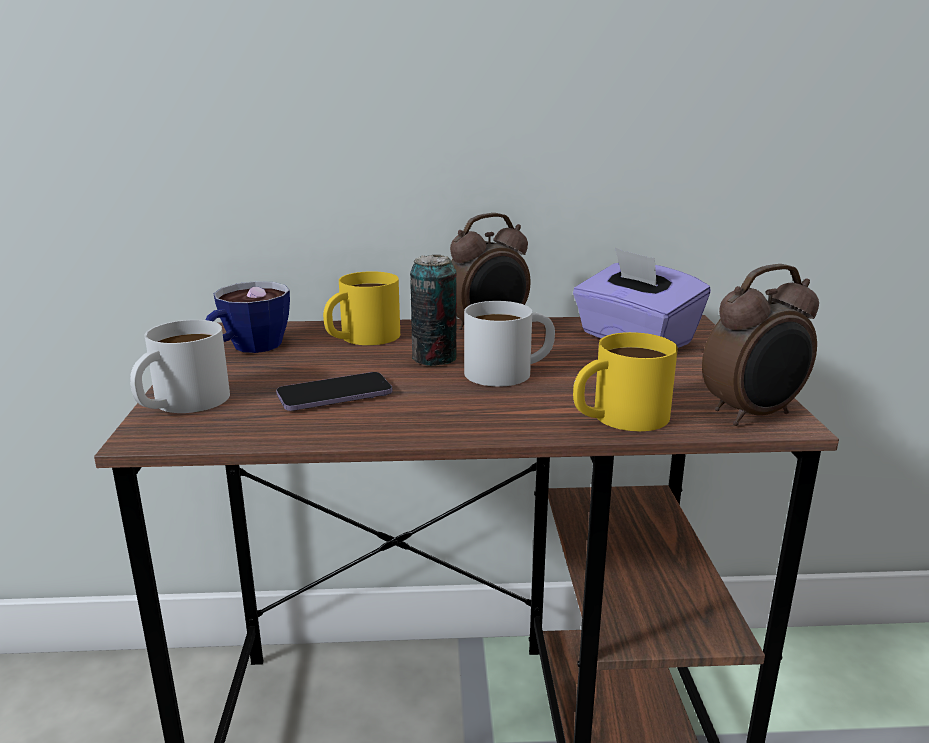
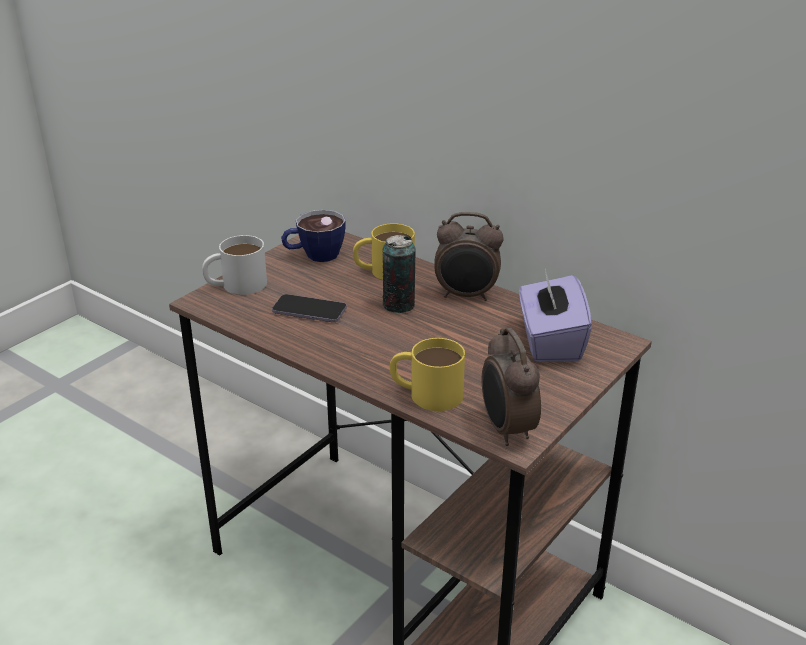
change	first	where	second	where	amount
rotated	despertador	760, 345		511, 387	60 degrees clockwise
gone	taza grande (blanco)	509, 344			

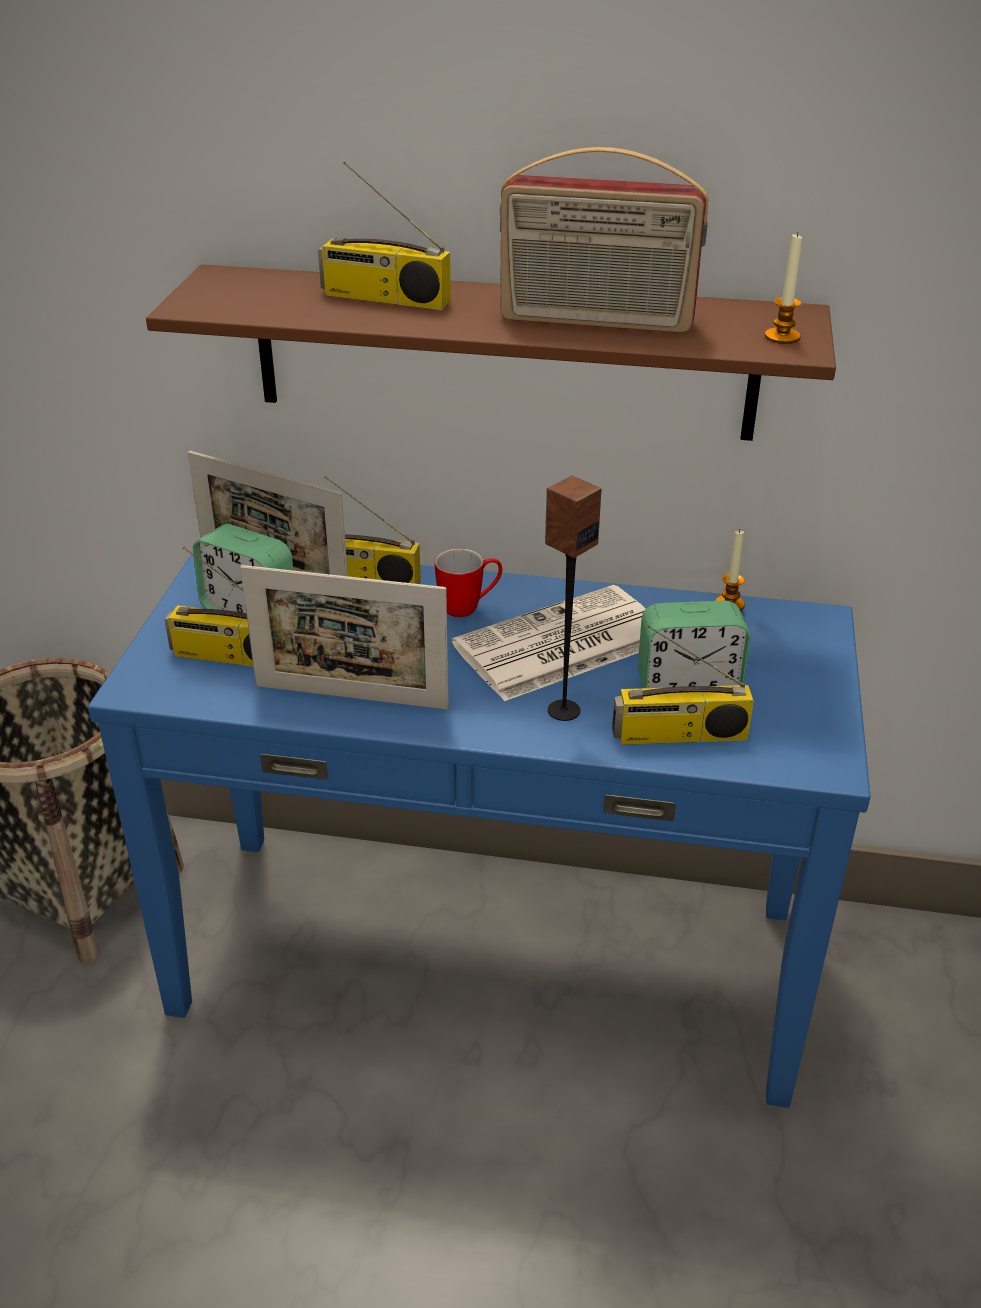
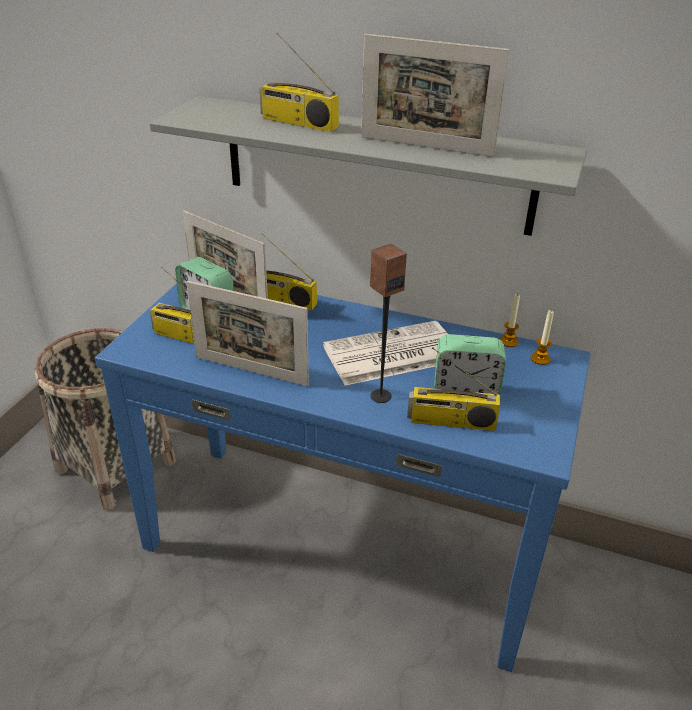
change	first	where	second	where	amount
repainted	estante (marrón)	491, 352	estante (gris)	368, 166	
swapped	radio	604, 240	portarretratos	435, 95	
shifted	vela	783, 288		542, 337	
gone	taza grande	468, 582			

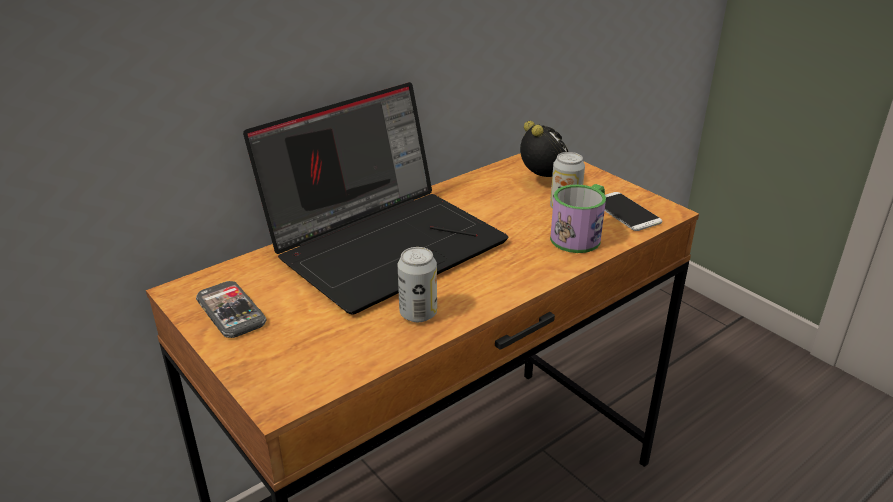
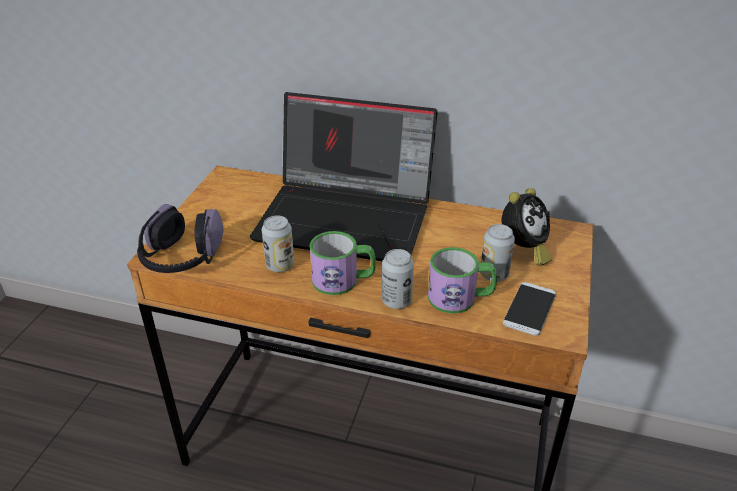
change	first	where	second	where	amount
new			auriculares	180, 238	
new			taza grande	343, 263	
new			lata	398, 279	
gone	móvil	231, 309			

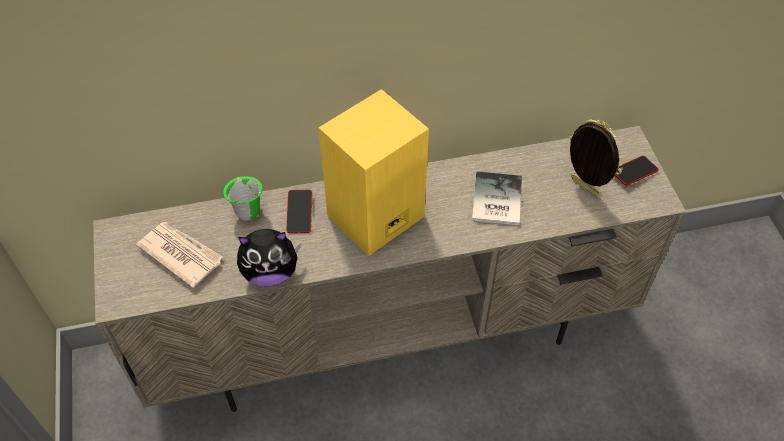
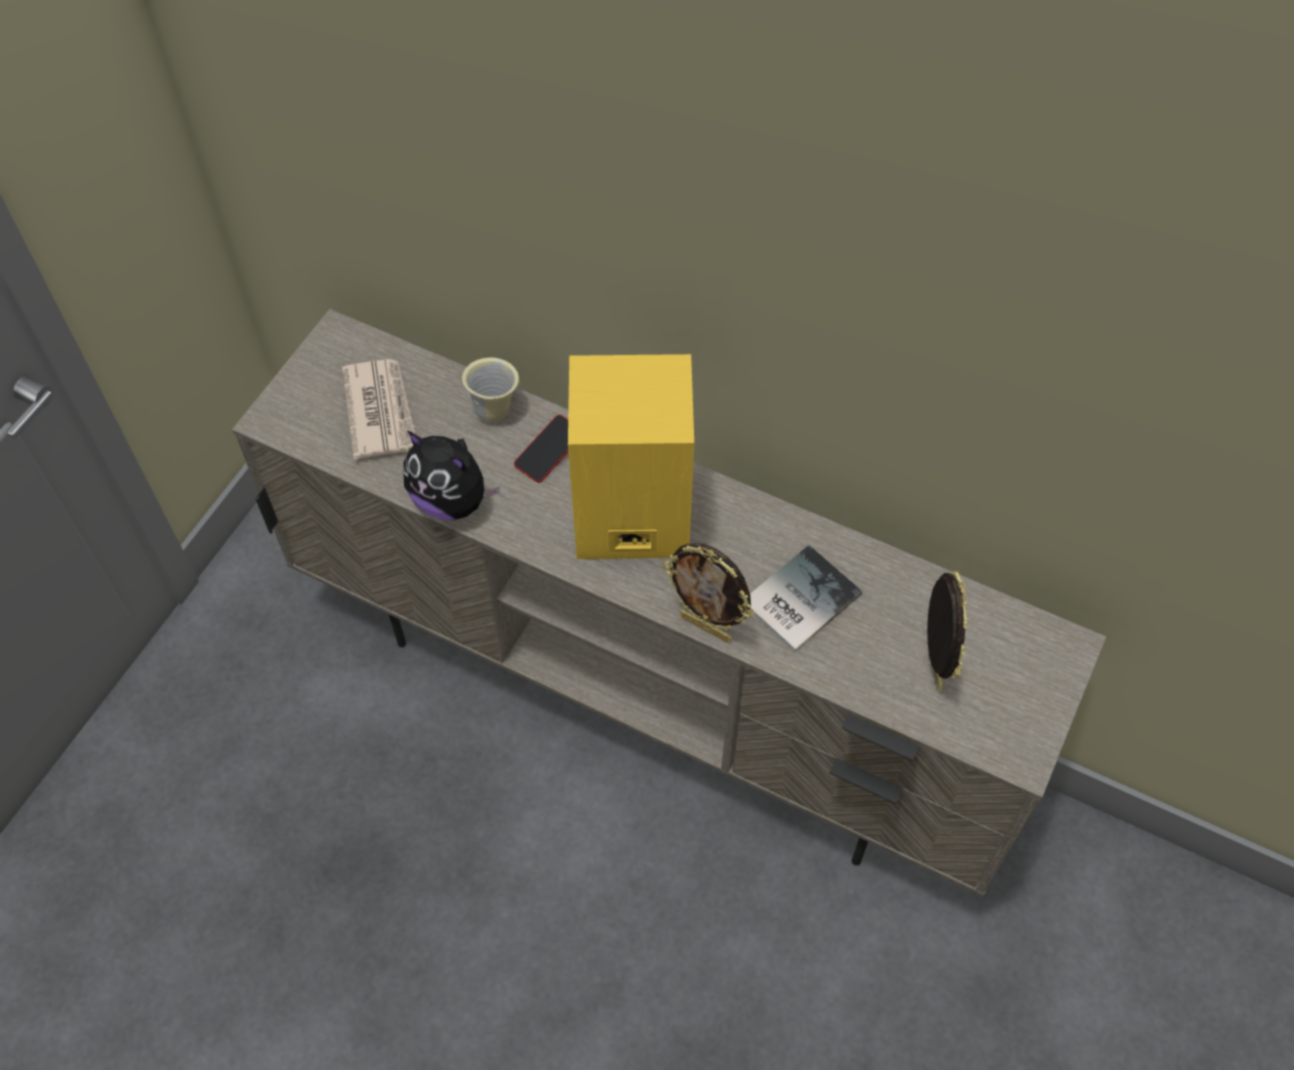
change	first	where	second	where	amount
repainted	taza grande (verde)	243, 198	taza grande (beis)	491, 390	
new			portarretratos	708, 592	
gone	móvil	637, 171			

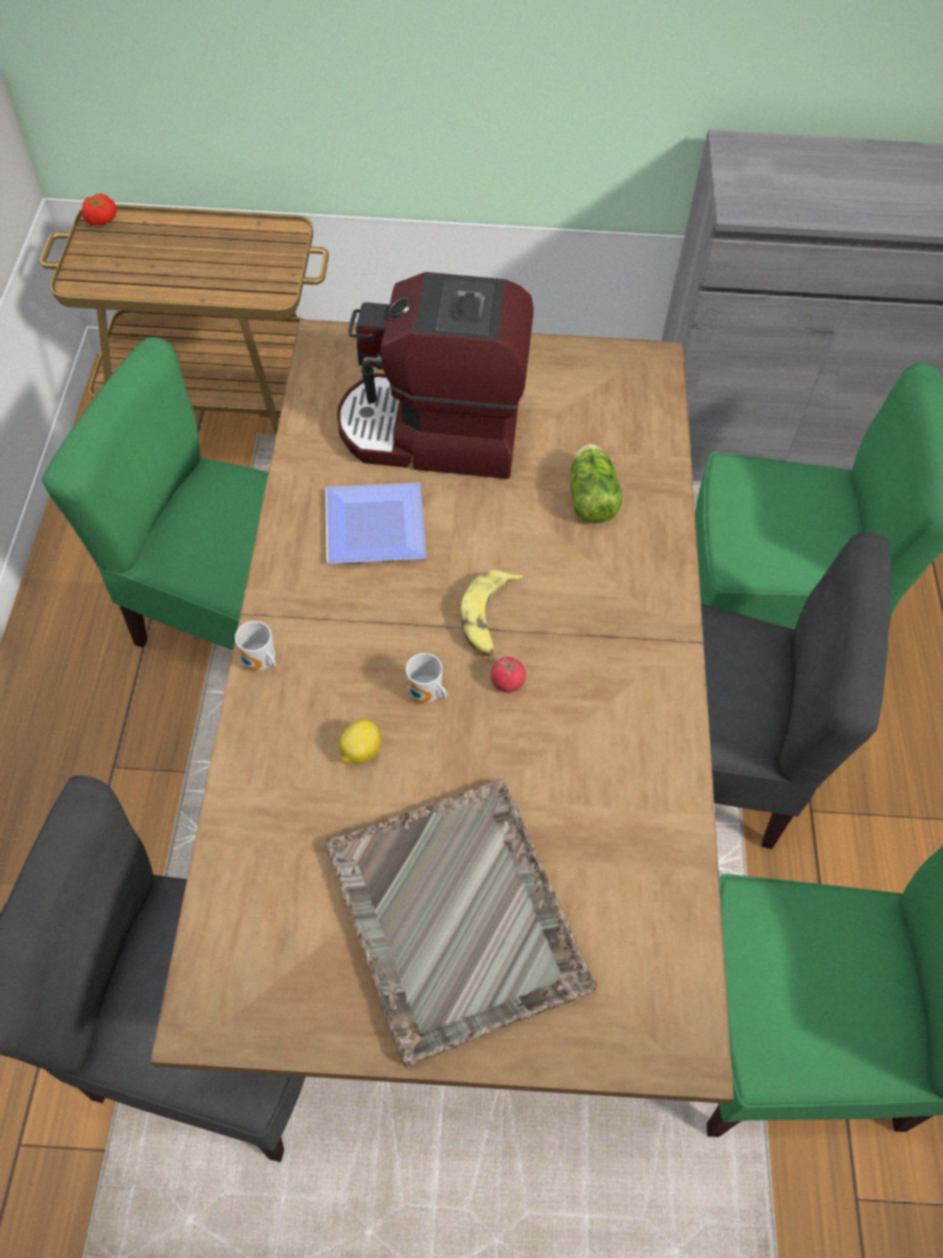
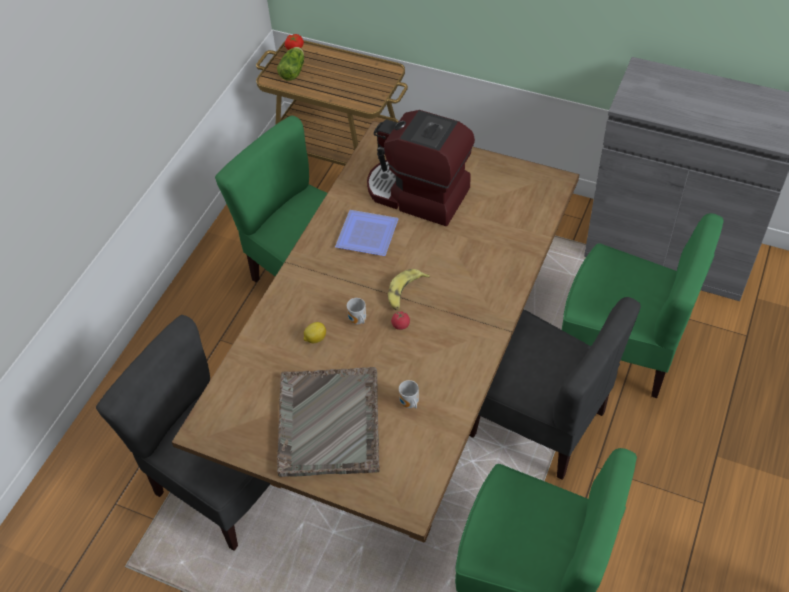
change	first	where	second	where	amount
shifted	lechuga	596, 484		290, 64	
shifted	taza grande	255, 646		409, 394	

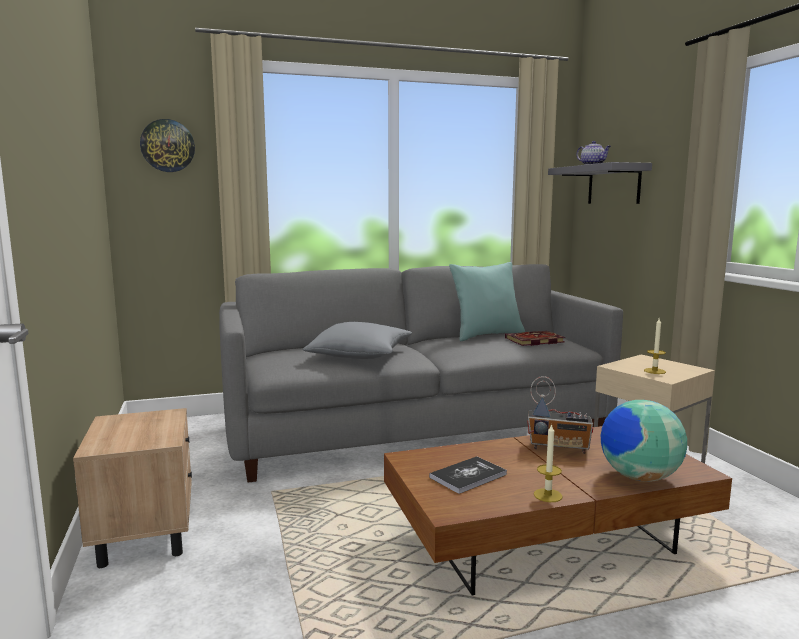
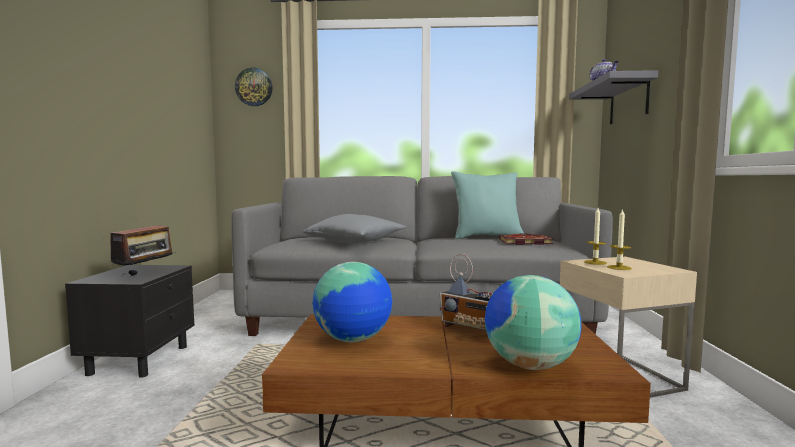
change	first	where	second	where	amount
repainted	mesita de noche (beis)	132, 488	mesita de noche (negro)	130, 321	
new			radio	139, 246	
swapped	libro	468, 475	globo terráqueo	352, 302	
shifted	vela	548, 462		595, 236	

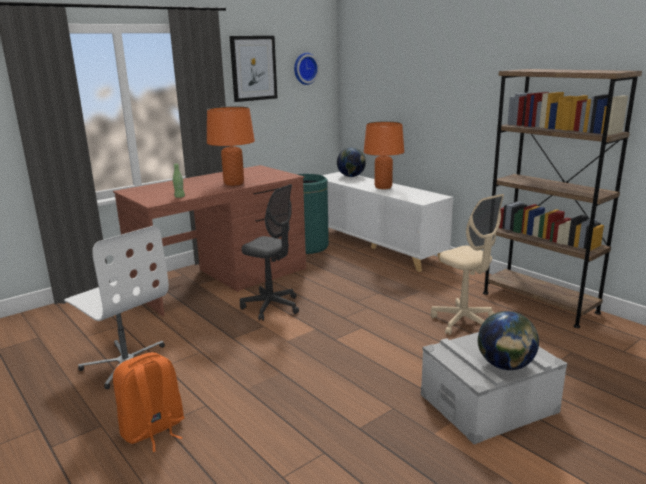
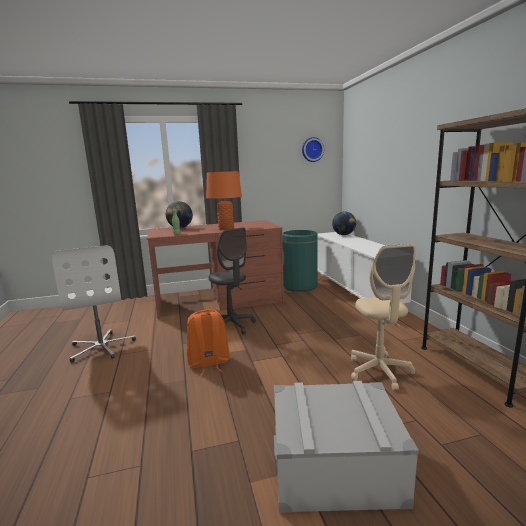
change	first	where	second	where	amount
shifted	globo terráqueo	508, 340		179, 214	
shifted	mochila (naranja)	149, 402		208, 342	
gone	cuadro	253, 69			
gone	lámpara de mesa (naranja)	384, 155			

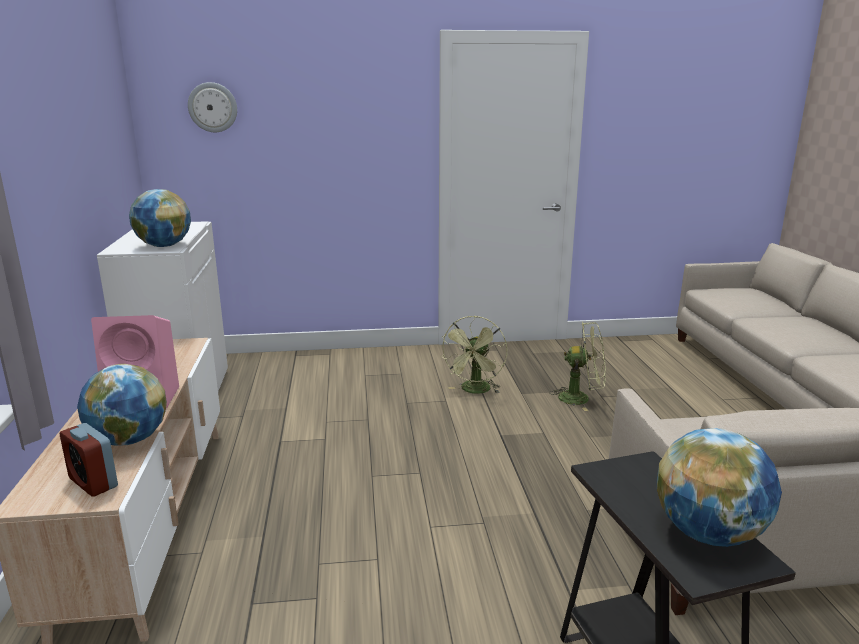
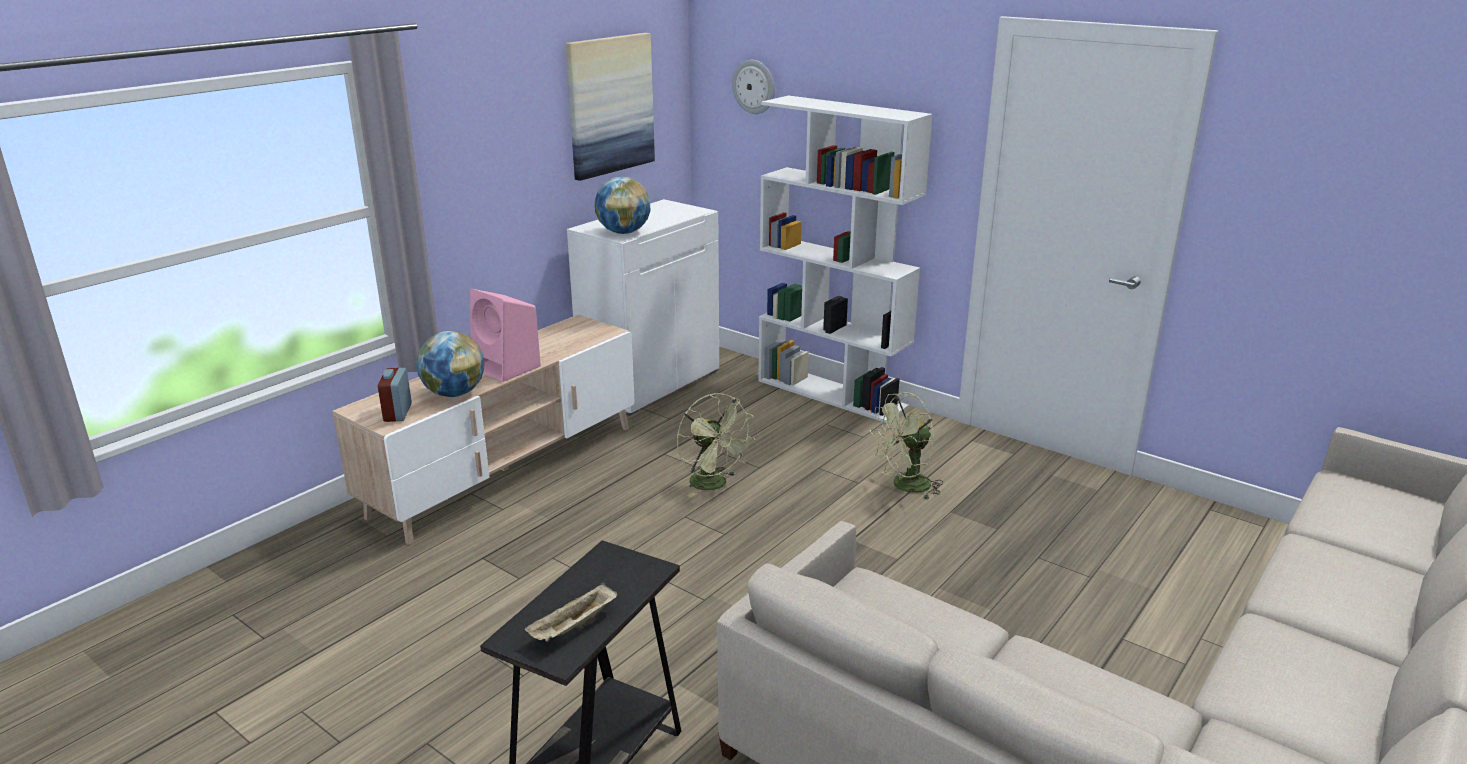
change	first	where	second	where	amount
swapped	globo terráqueo	719, 487	bandeja (beis)	571, 612	
new			cuadro	610, 107	
shifted	ventilador (verde)	577, 366		716, 445	
new			estantería (blanco)	845, 259	

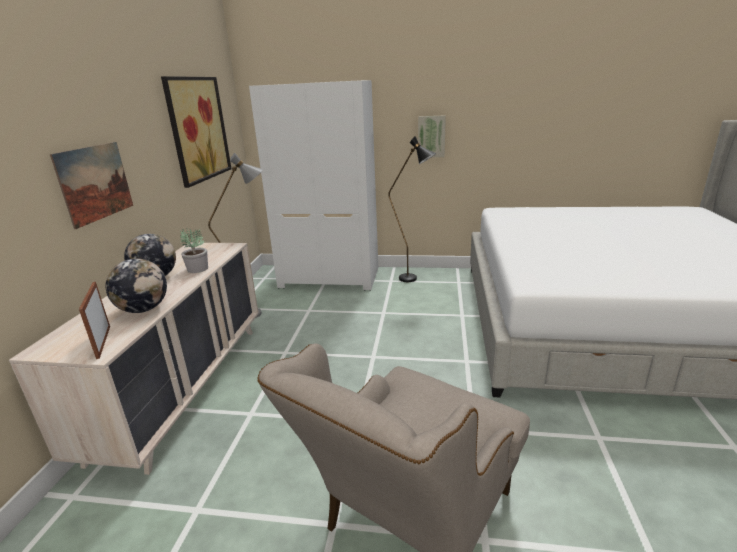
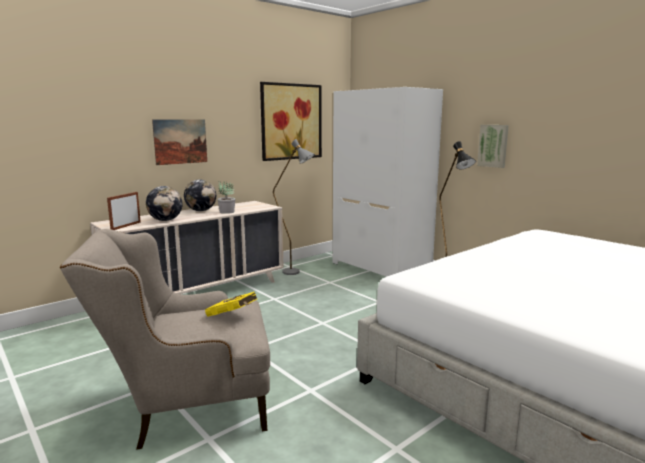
change	first	where	second	where	amount
new			libro (amarillo)	231, 304	

